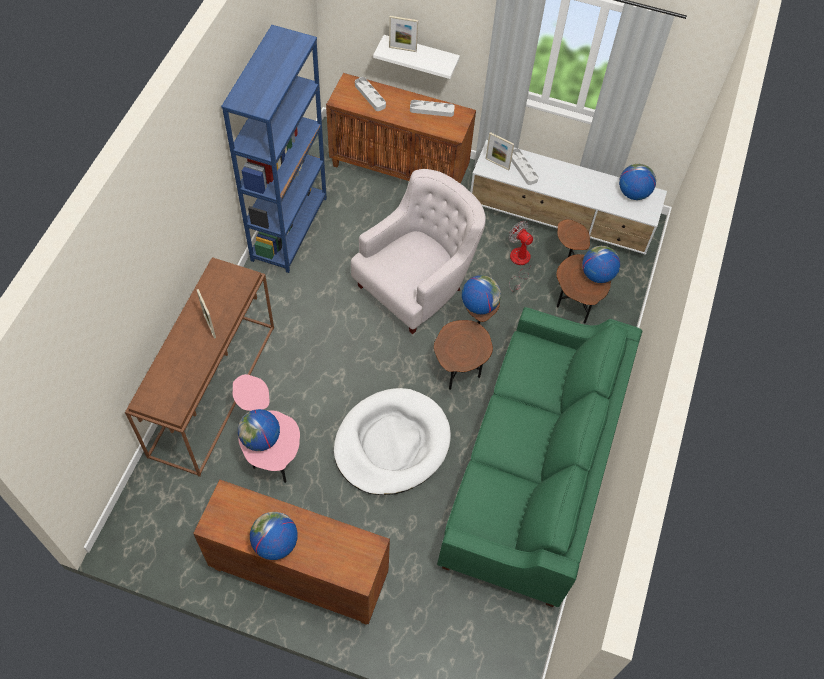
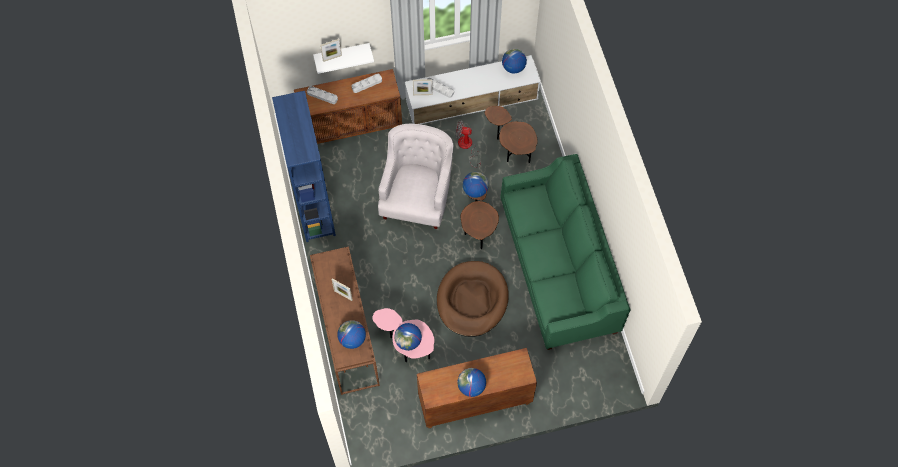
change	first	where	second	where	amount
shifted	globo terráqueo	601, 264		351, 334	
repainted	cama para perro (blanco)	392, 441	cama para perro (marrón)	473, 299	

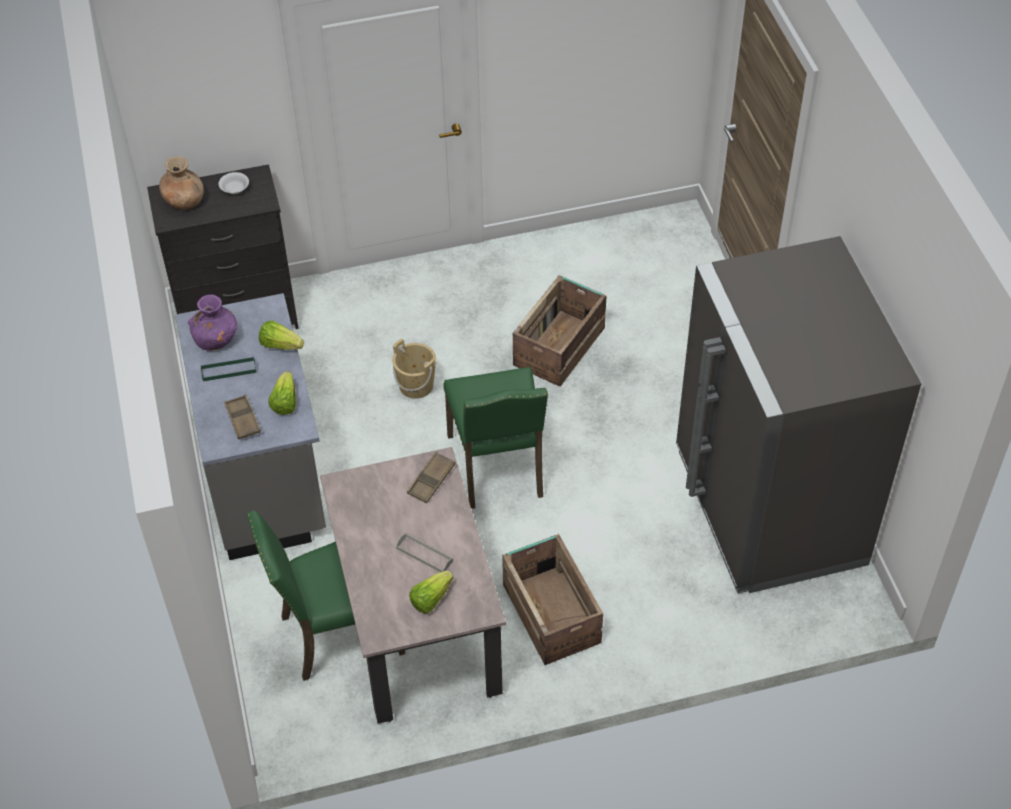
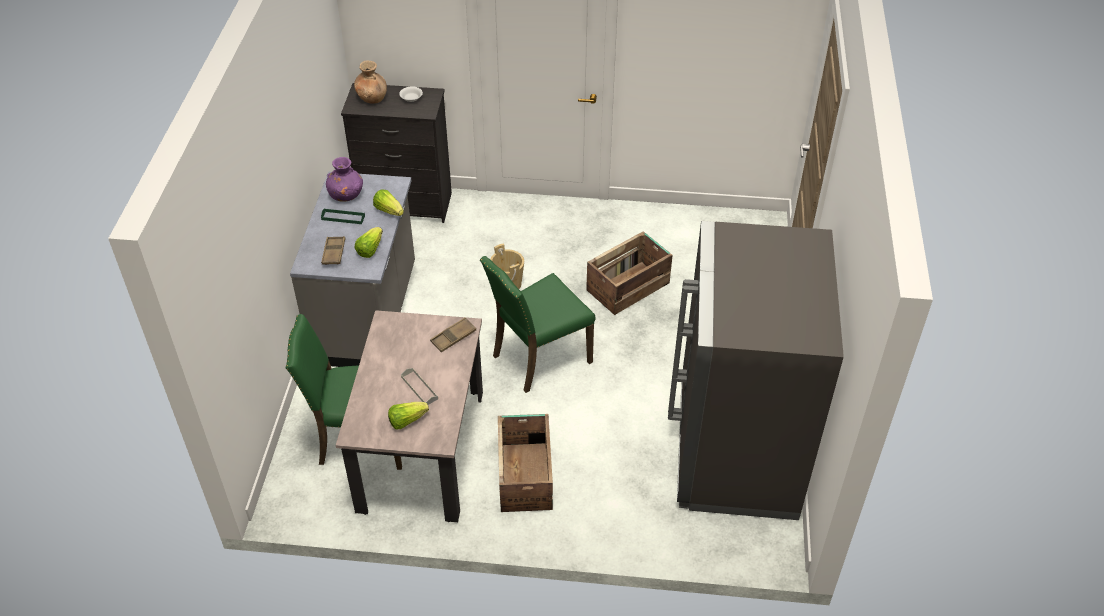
change	first	where	second	where	amount
rotated	silla (verde)	495, 438		538, 324	45 degrees clockwise

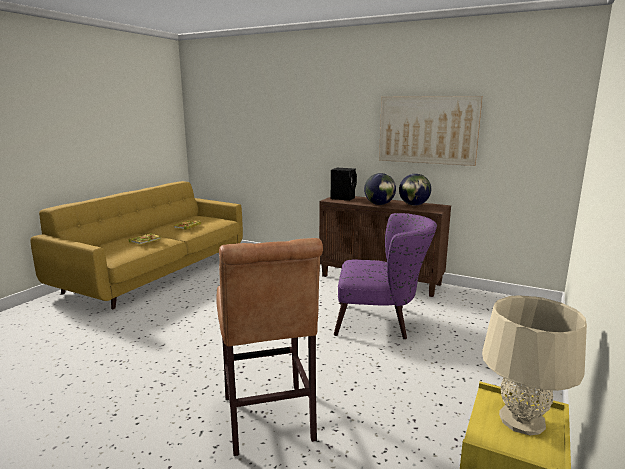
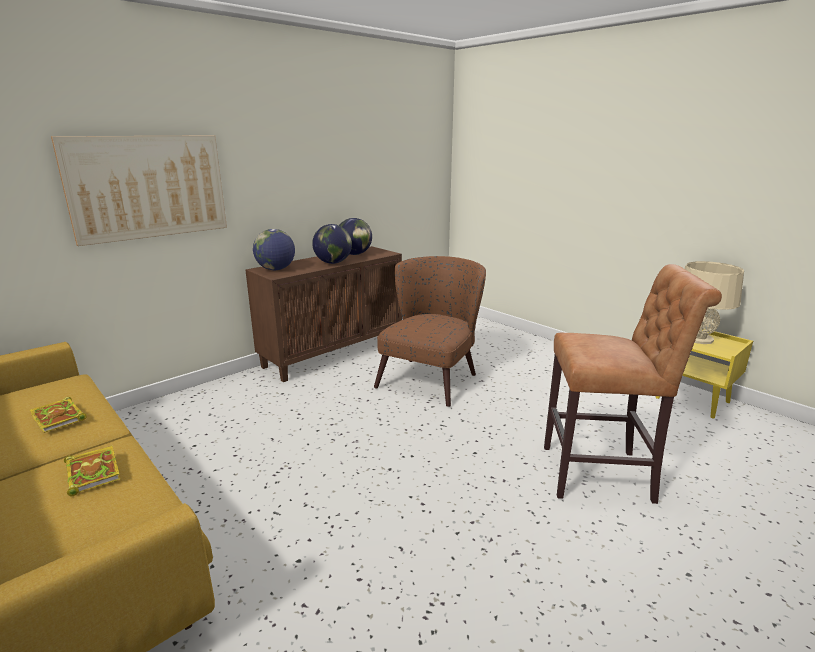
change	first	where	second	where	amount
shifted	cuadro	430, 131		139, 190	
swapped	altavoz (negro)	344, 184	globo terráqueo	274, 249	
repainted	sillón (morado)	385, 276	sillón (marrón)	430, 331	

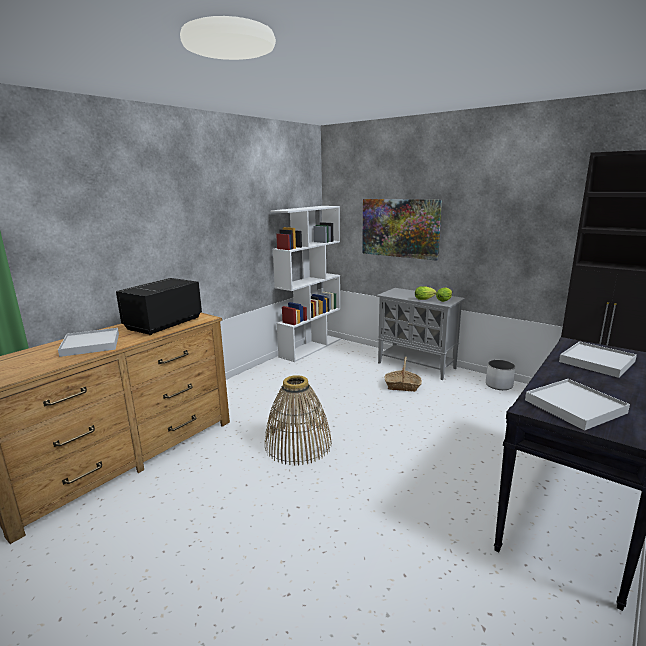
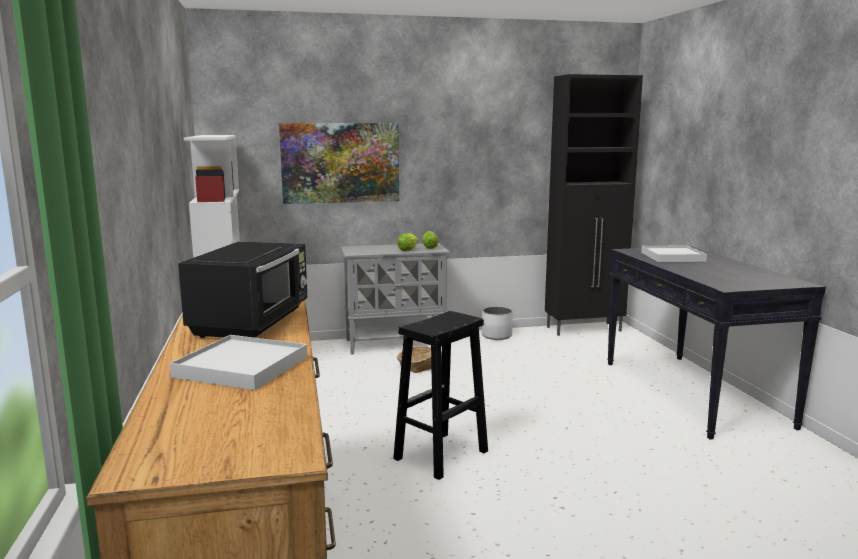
change	first	where	second	where	amount
rotated	microondas (negro)	159, 306		242, 289	150 degrees counterclockwise
swapped	cesta	298, 420	taburete (negro)	440, 395	
gone	bandeja (blanco)	577, 404			

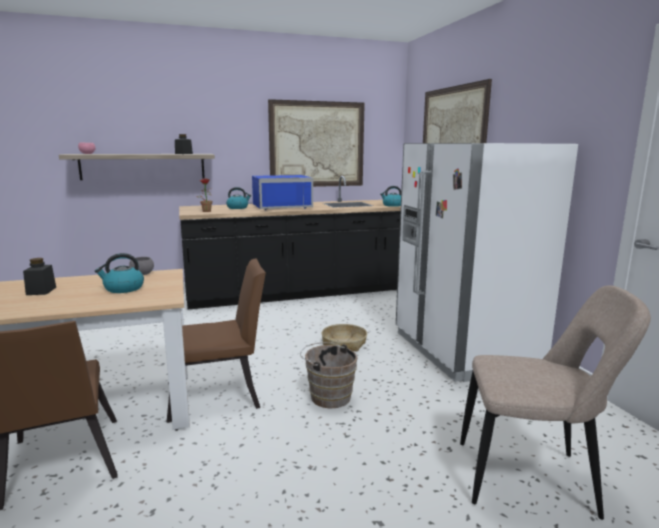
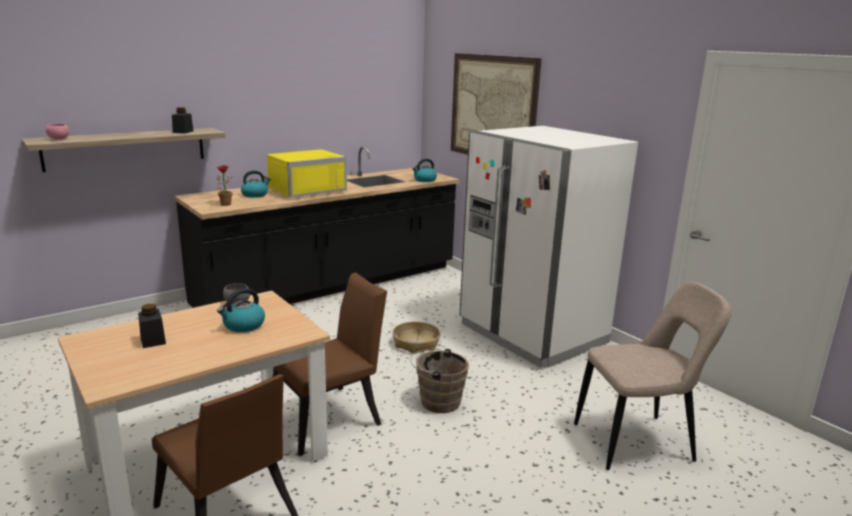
change	first	where	second	where	amount
repainted	microondas (azul)	282, 192	microondas (amarillo)	307, 173	
gone	cuadro	316, 143			

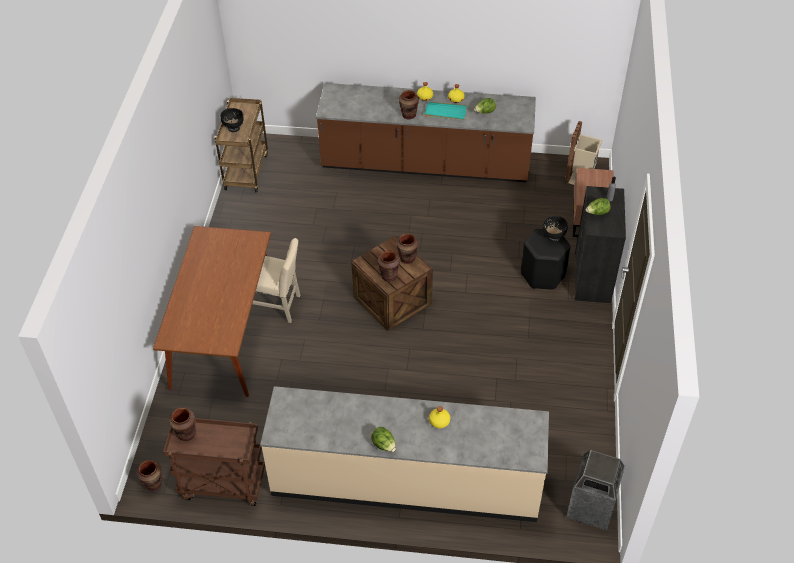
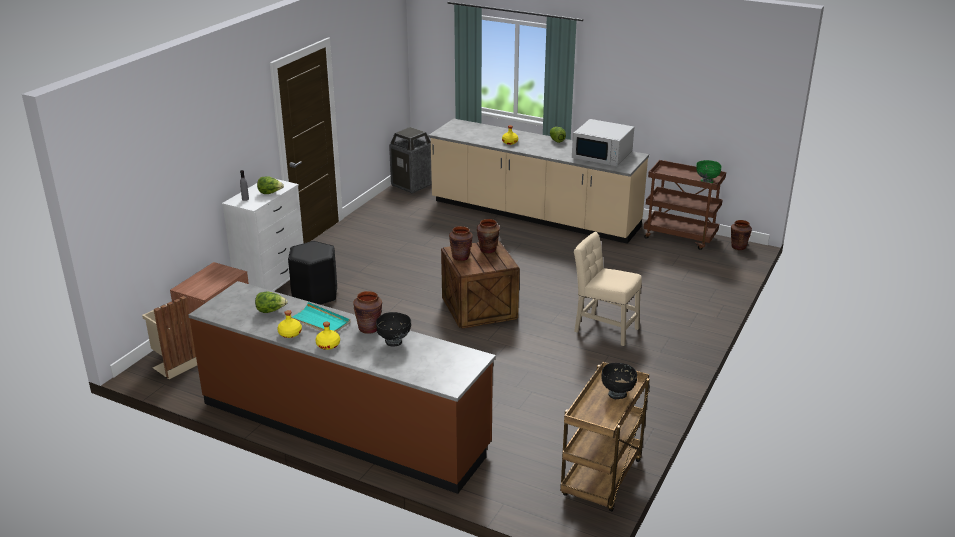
change	first	where	second	where	amount
repainted	cómoda (negro)	600, 244	cómoda (blanco)	263, 235	
shifted	cuenco (negro)	555, 229		393, 329	
new			microondas (blanco)	603, 142	
swapped	florero (marrón)	182, 424	cuenco (verde)	708, 171	
gone	mesa de comedor (marrón)	212, 311			

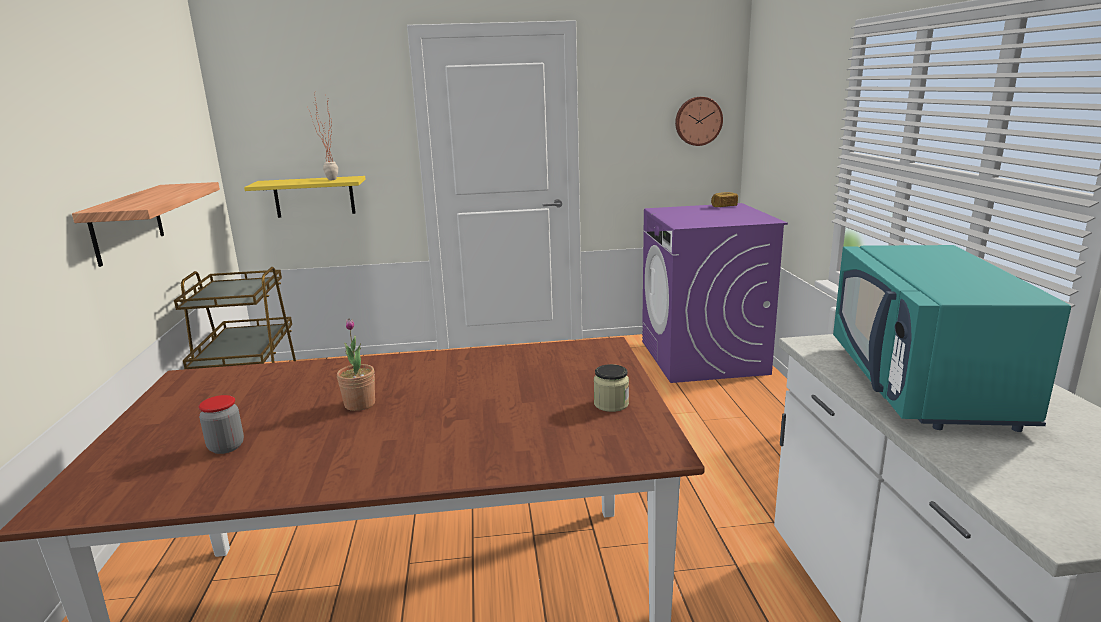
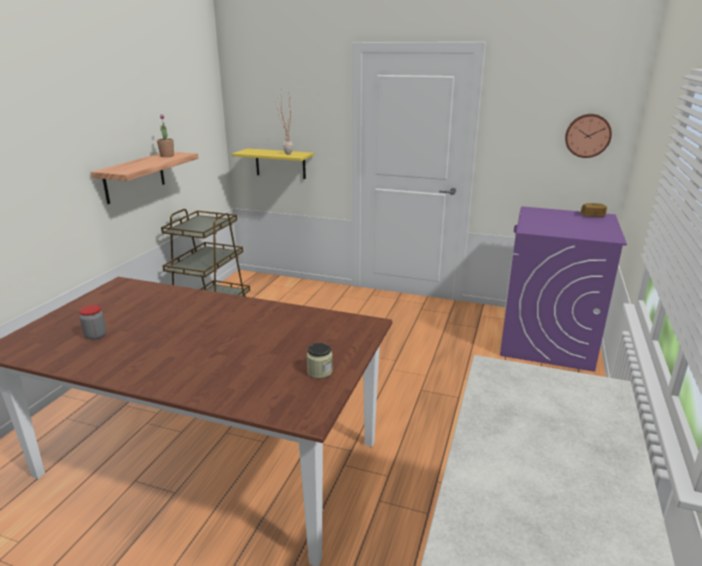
change	first	where	second	where	amount
shifted	planta en maceta	356, 365		165, 136	
gone	microondas (turquesa)	952, 338			

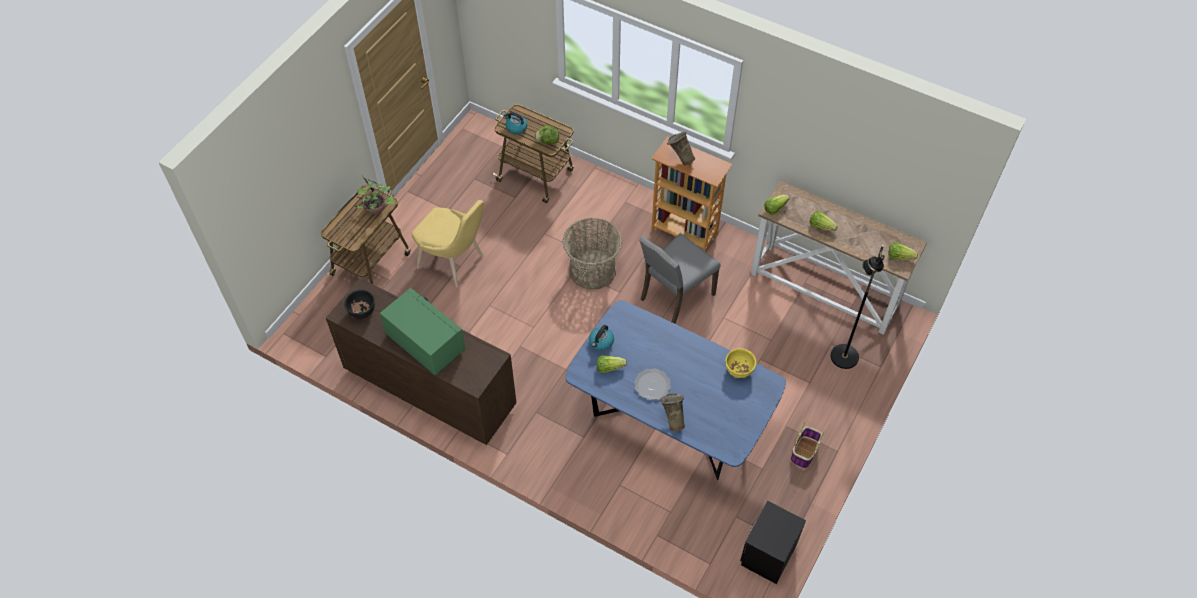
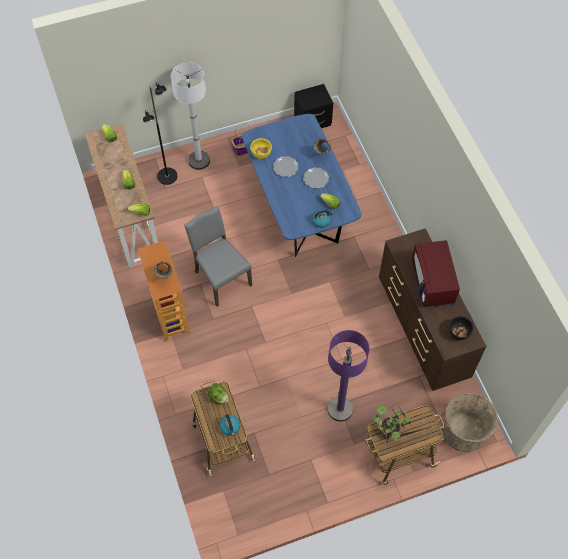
change	first	where	second	where	amount
new			lámpara de pie (blanco)	190, 116	
rotated	silla (gris)	680, 278		218, 256	120 degrees counterclockwise
new			plato	285, 166	
swapped	silla (amarillo)	448, 243	lámpara de pie (morado)	348, 376	
repainted	microondas (verde)	422, 332	microondas (rojo)	436, 273	
shifted	cesta	592, 253		471, 422	

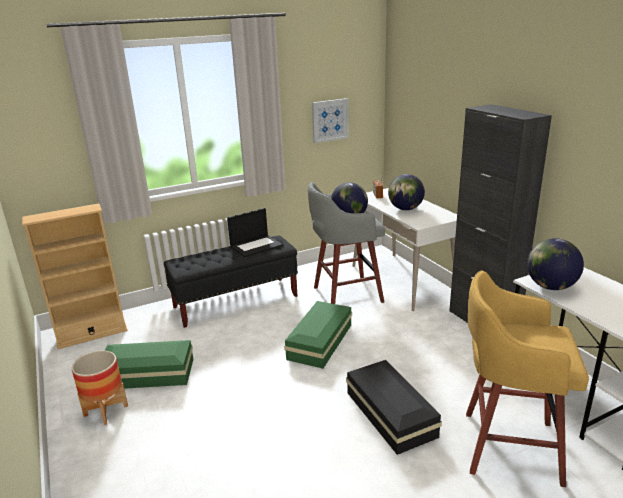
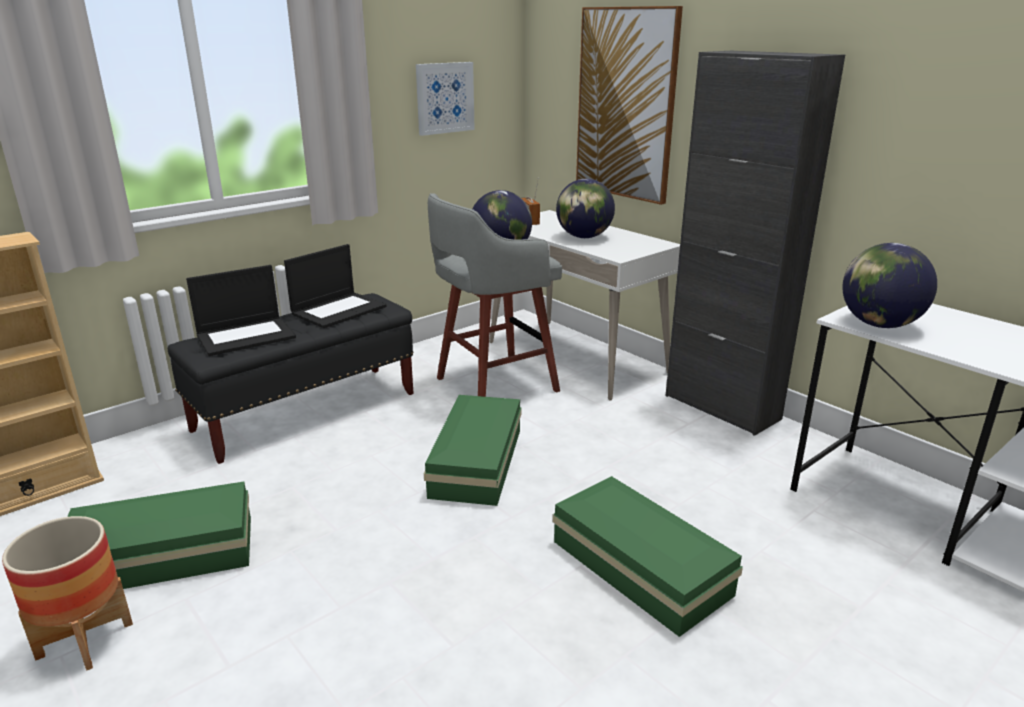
change	first	where	second	where	amount
new			portátil	241, 310	
repainted	caja de almacenaje (negro)	394, 407	caja de almacenaje (verde)	647, 556	
new			cuadro	629, 105	
gone	taburete (amarillo)	527, 378			

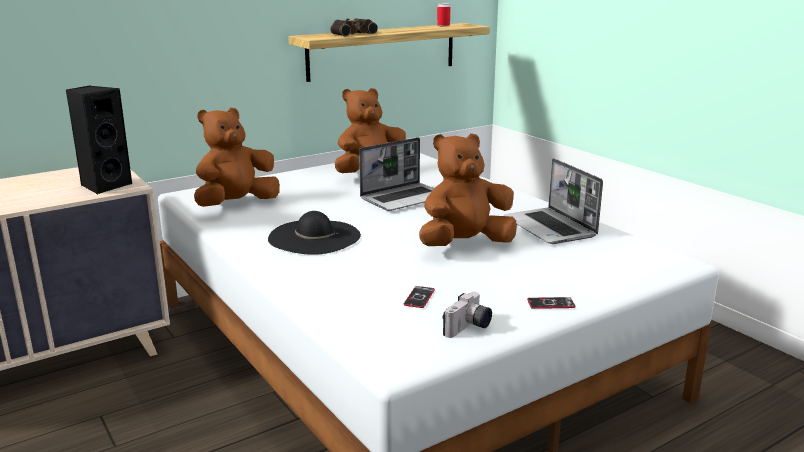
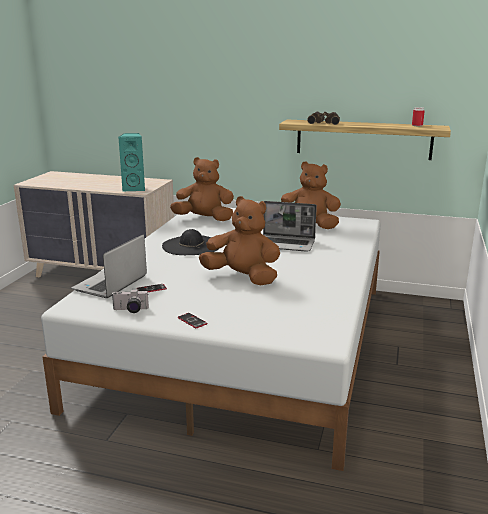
change	first	where	second	where	amount
shifted	portátil	553, 201		109, 266	
repainted	altavoz (negro)	99, 139	altavoz (turquesa)	131, 162	

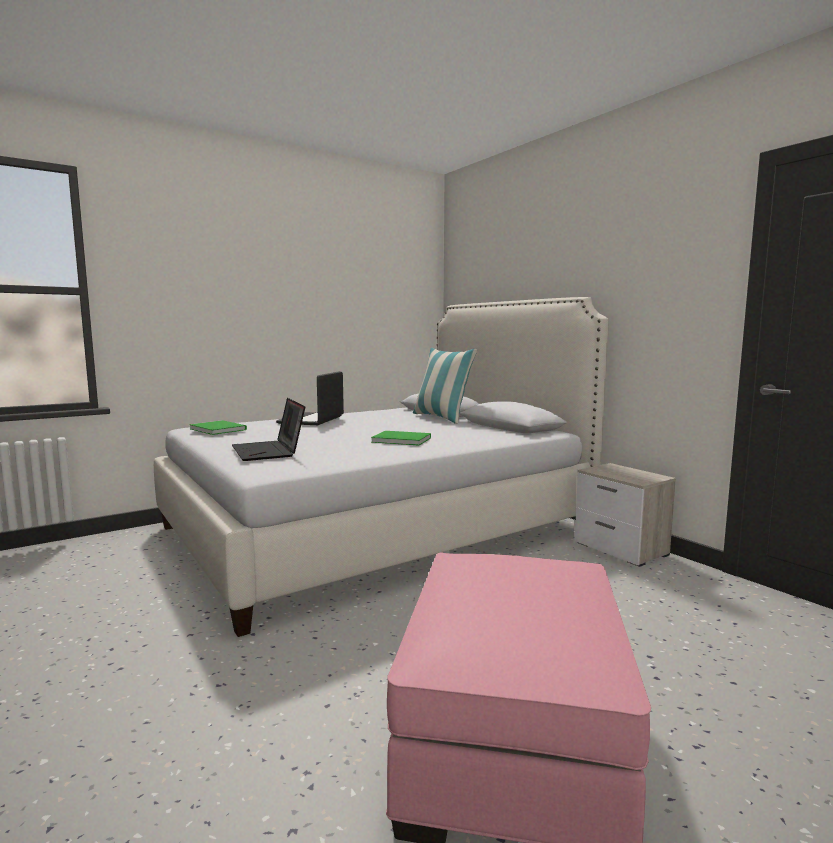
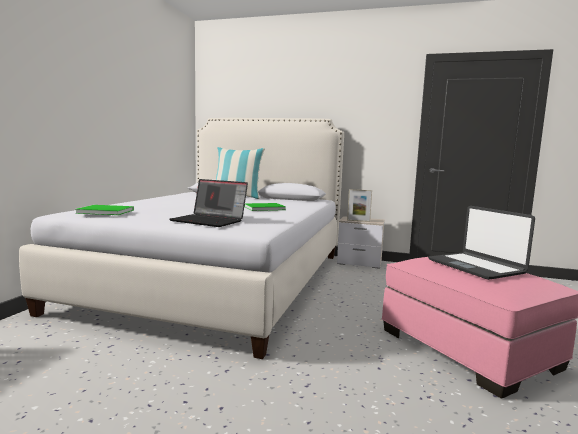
change	first	where	second	where	amount
new			portarretratos	359, 205	
shifted	portátil	310, 398		481, 243	

